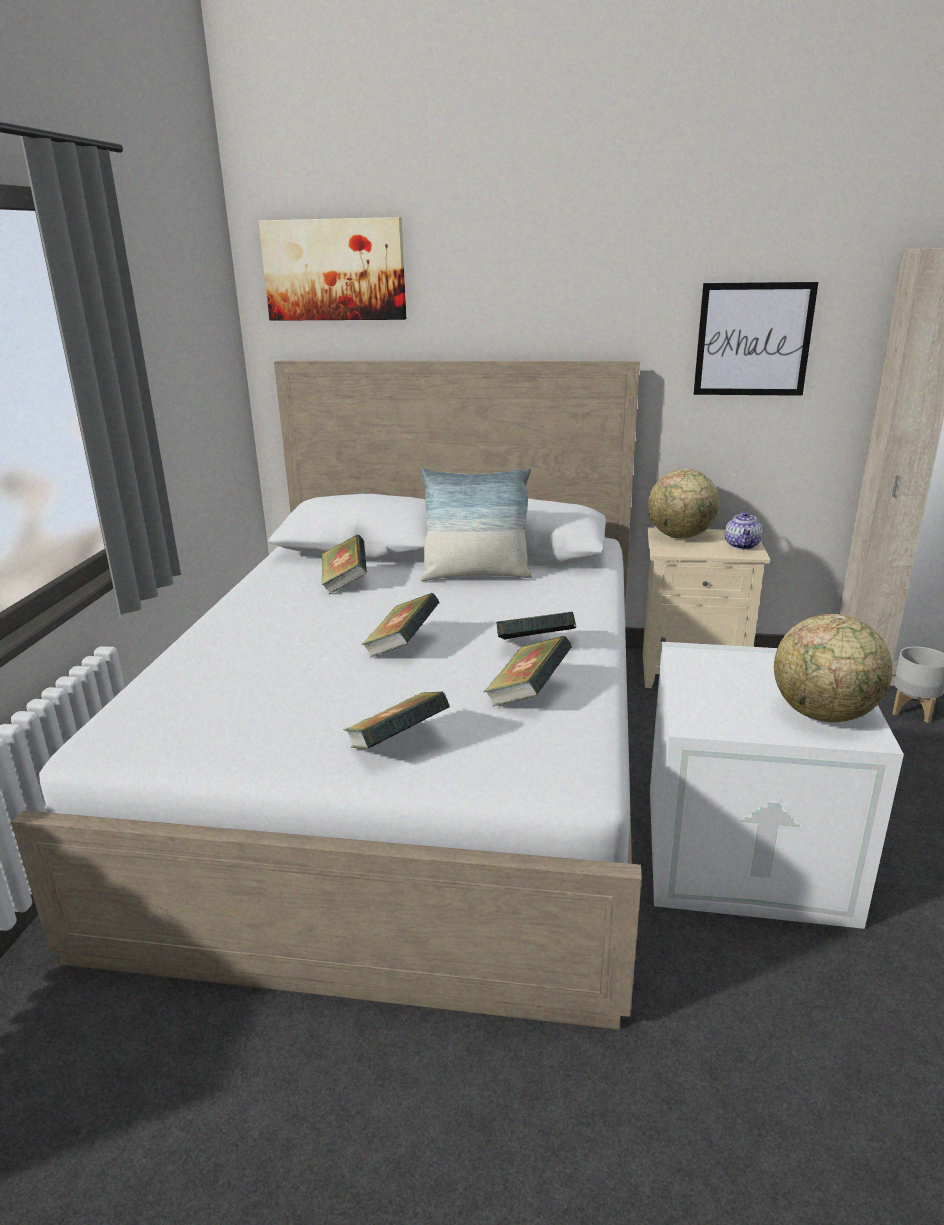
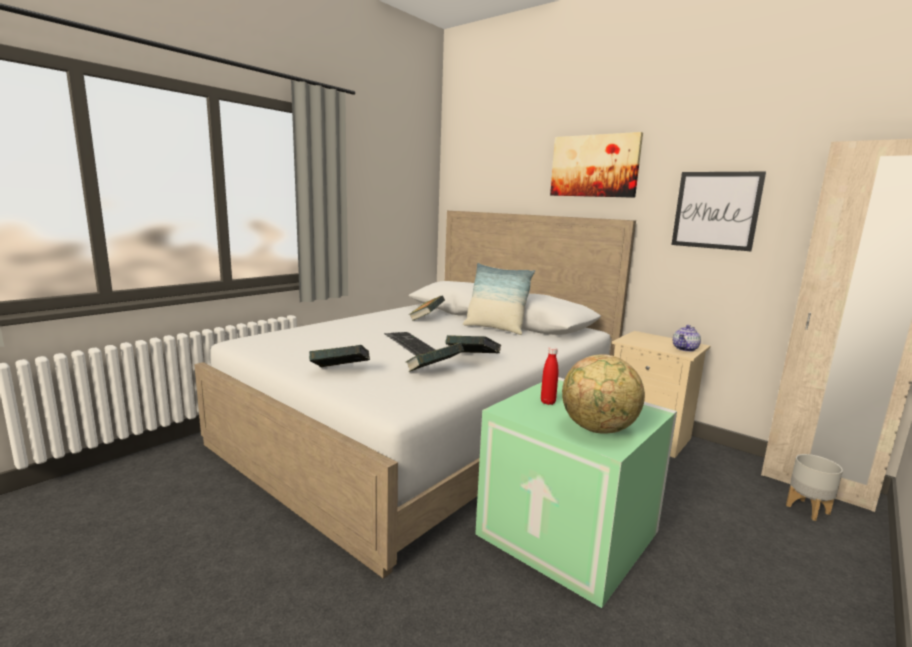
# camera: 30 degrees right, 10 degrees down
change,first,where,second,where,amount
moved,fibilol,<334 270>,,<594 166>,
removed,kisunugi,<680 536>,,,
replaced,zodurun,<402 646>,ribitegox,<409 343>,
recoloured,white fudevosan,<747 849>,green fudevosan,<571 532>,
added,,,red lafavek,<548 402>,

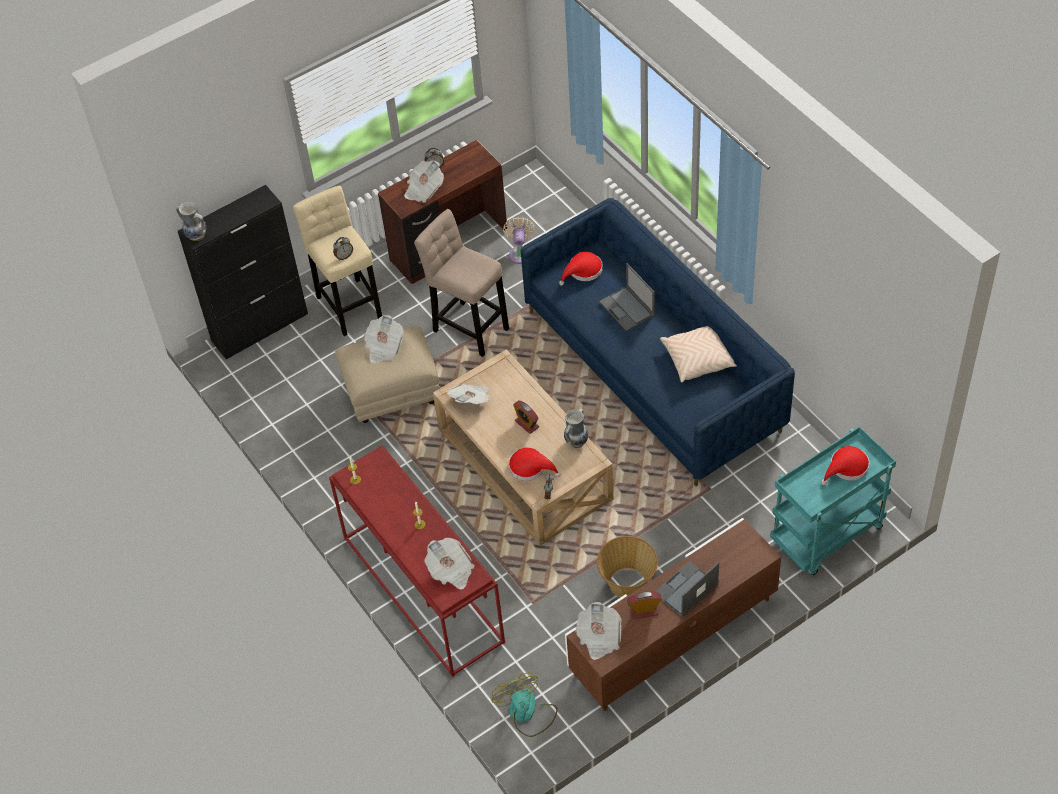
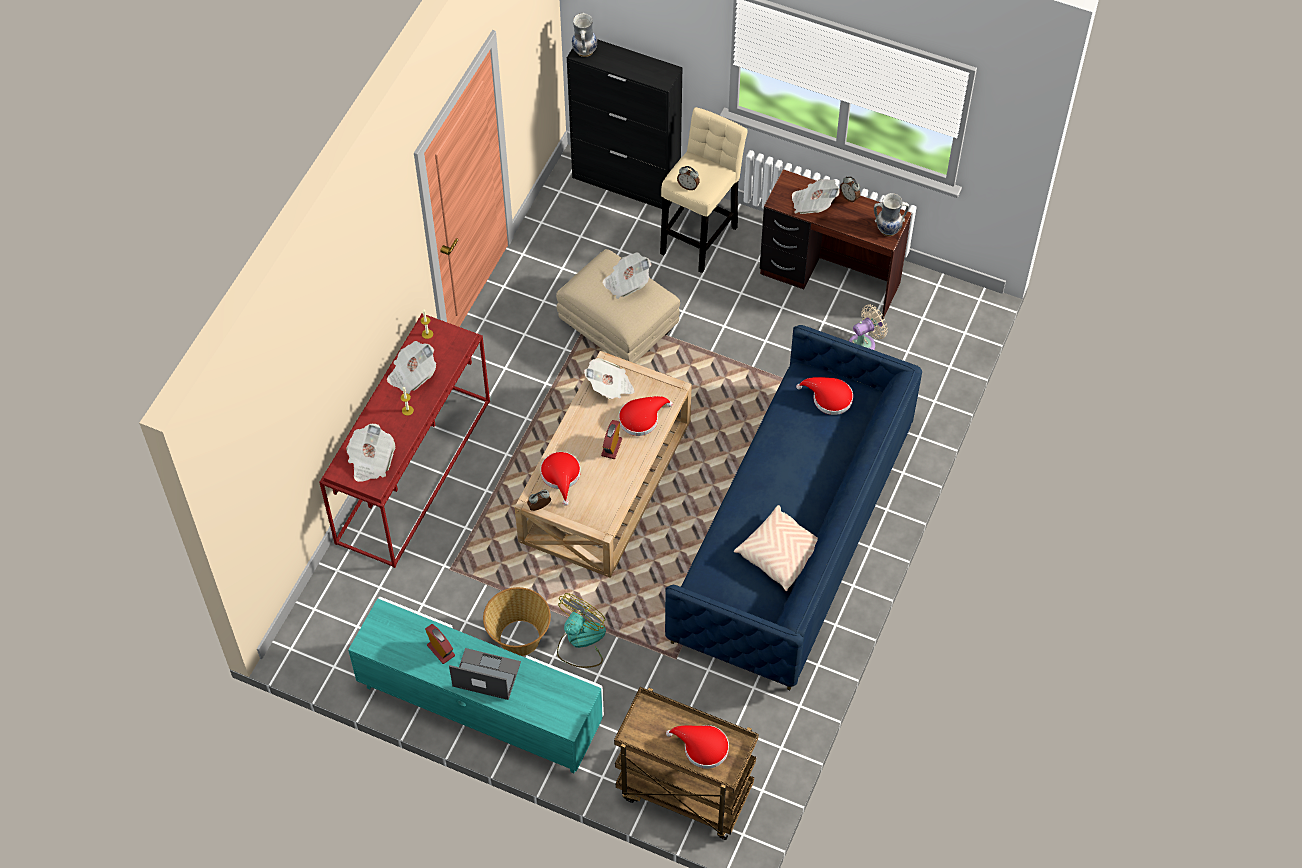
# camera: 55 degrees right, 5 degrees up
change,first,where,second,where,amount
removed,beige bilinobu,<468 327>,,,
removed,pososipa,<627 309>,,,
moved,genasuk,<576 441>,,<888 229>,
recoloured,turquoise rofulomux,<827 536>,brown rofulomux,<683 792>,
recoloured,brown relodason,<672 637>,turquoise relodason,<481 707>,
moved,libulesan,<599 638>,,<412 375>,
moved,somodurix,<527 713>,,<580 641>,
added,,,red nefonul,<641 418>,

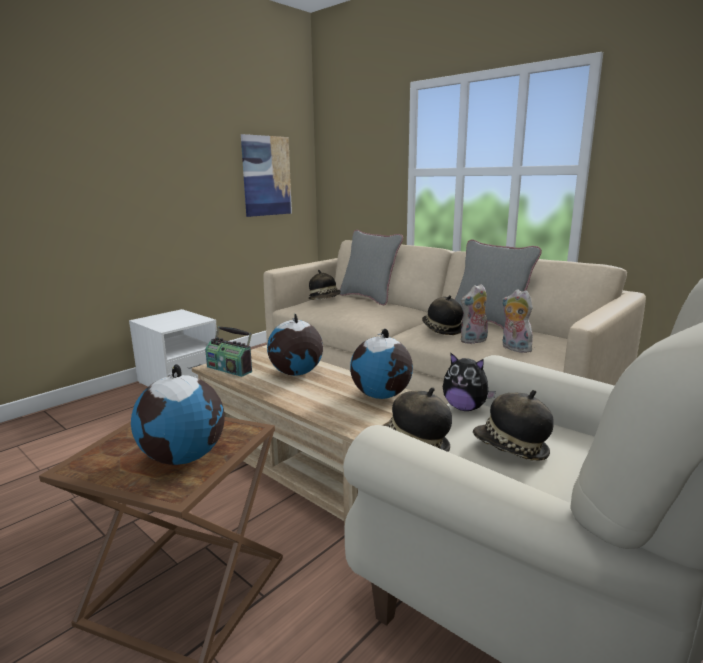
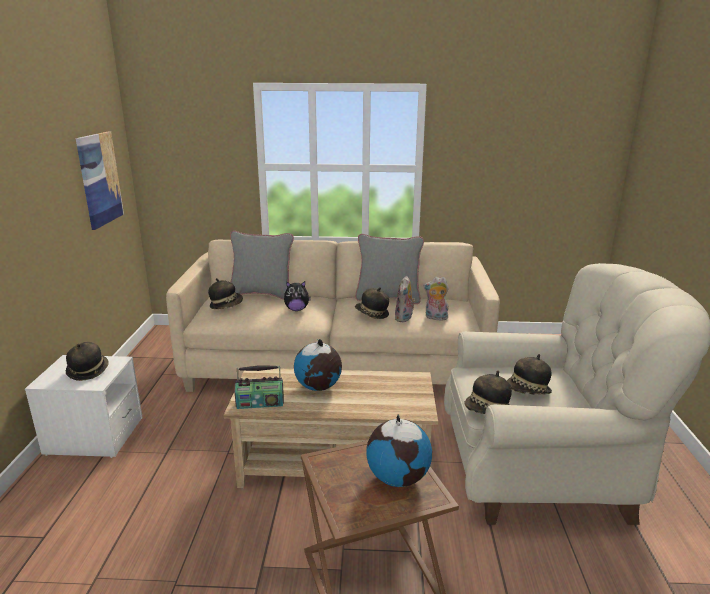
# camera: 40 degrees left, 5 degrees up
change,first,where,second,where,amount
removed,kisunugi,<381 396>,,,
moved,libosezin,<465 408>,,<297 309>,
added,,,nefonul,<88 371>,

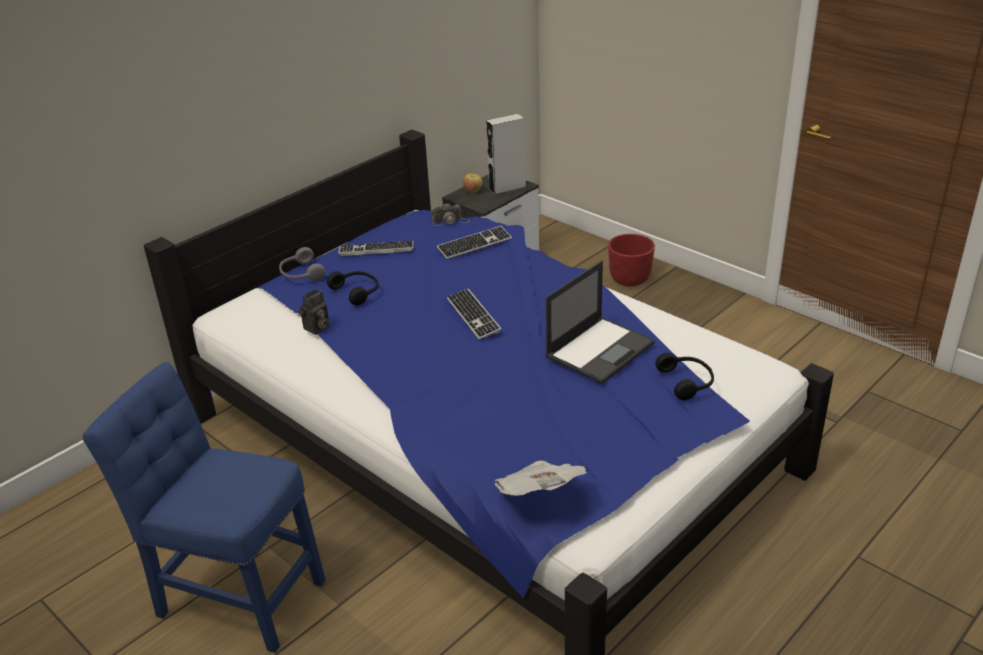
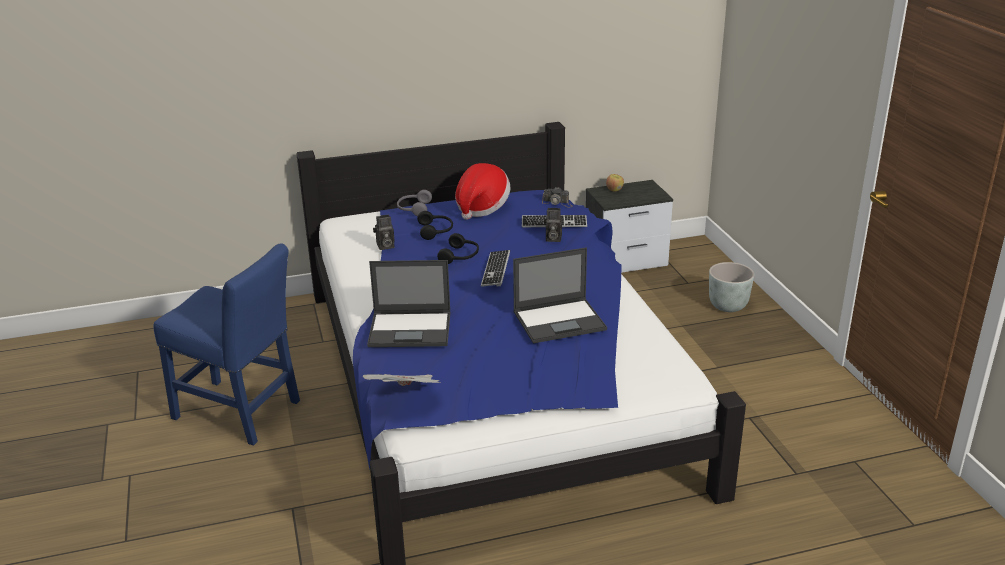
# camera: 30 degrees right, 5 degrees down
change,first,where,second,where,amount
removed,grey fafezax,<507 188>,,,
recoloured,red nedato,<630 280>,grey nedato,<728 306>,
replaced,ribitegox,<376 249>,nefonul,<481 207>,
moved,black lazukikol,<687 382>,,<460 256>,
turned,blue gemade,<235 594>,,<241 412>,150 degrees clockwise
added,,,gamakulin,<552 239>,
added,,,pososipa,<411 329>,

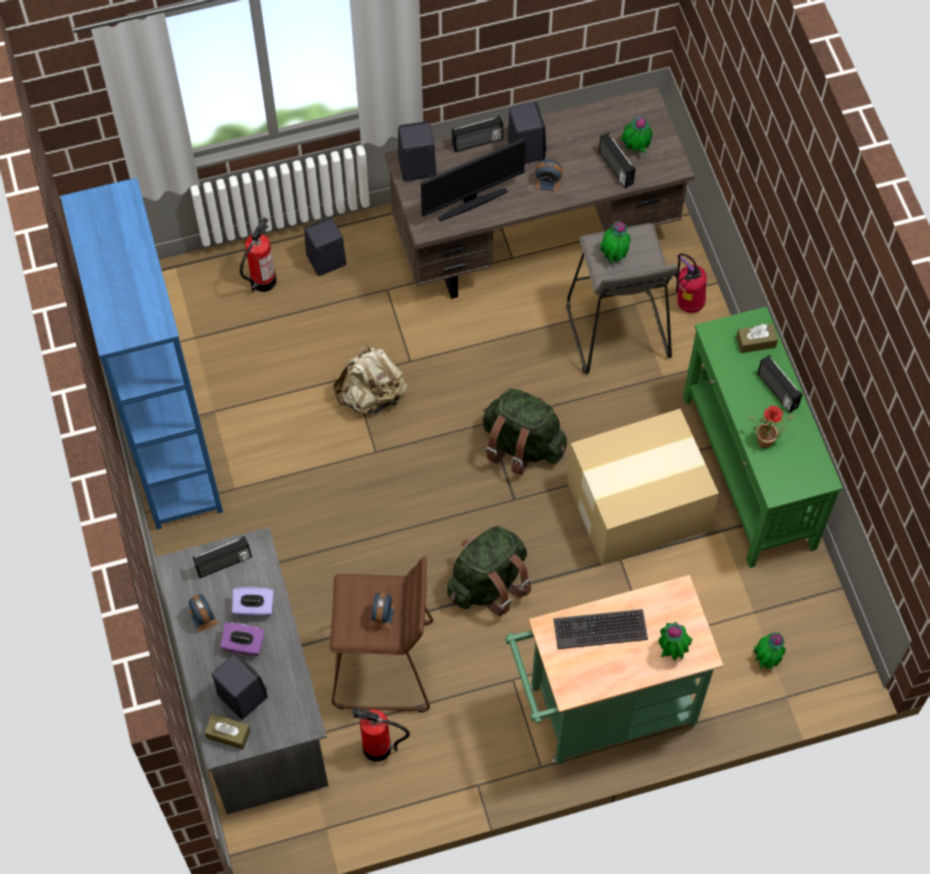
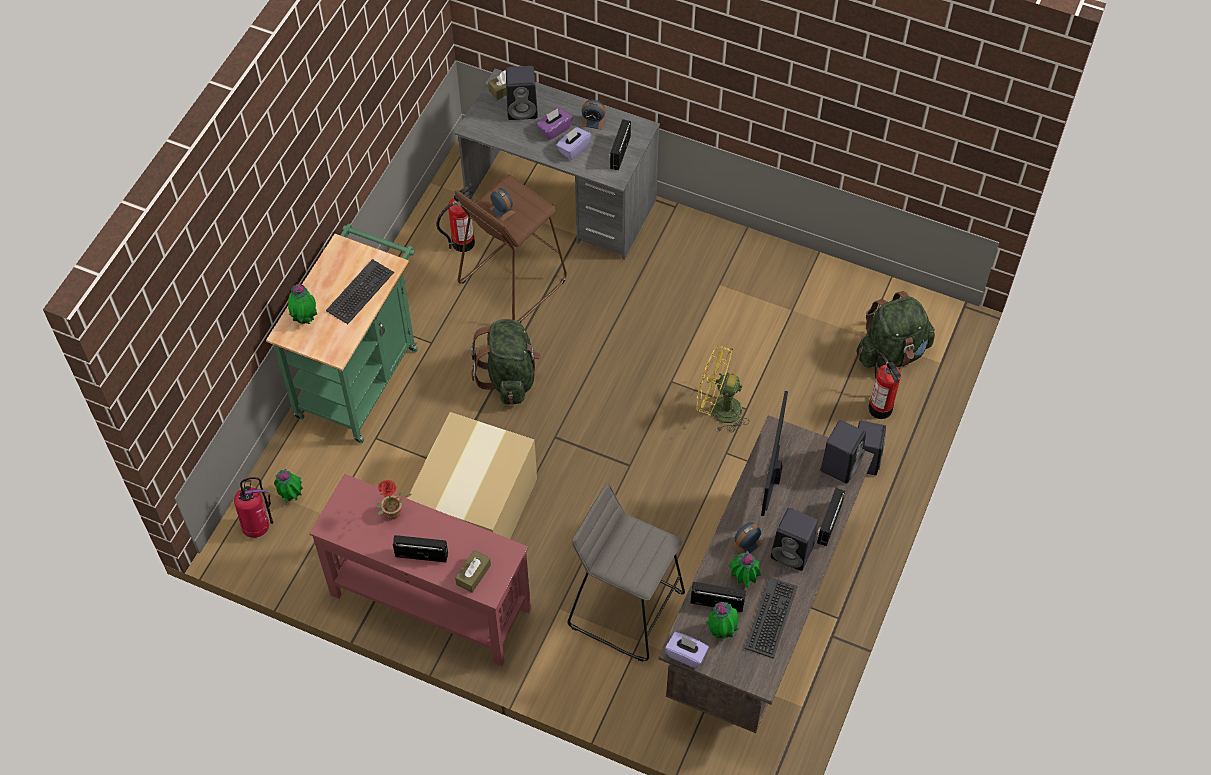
# camera: 130 degrees right, 5 degrees down
change,first,where,second,where,amount
removed,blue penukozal,<171 449>,,,
moved,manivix,<614 257>,,<743 579>,
moved,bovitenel,<687 304>,,<258 526>,
recoloured,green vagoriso,<748 472>,red vagoriso,<429 601>,
replaced,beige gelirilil,<372 396>,yellow somodurix,<718 409>,
moved,green gelirilil,<522 445>,,<892 352>,
added,,,ribitegox,<772 617>,
added,,,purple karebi,<686 654>,

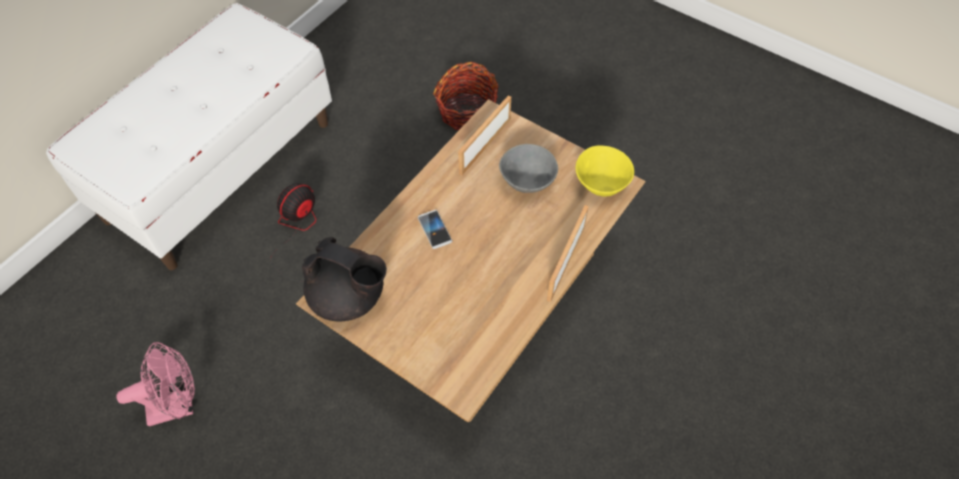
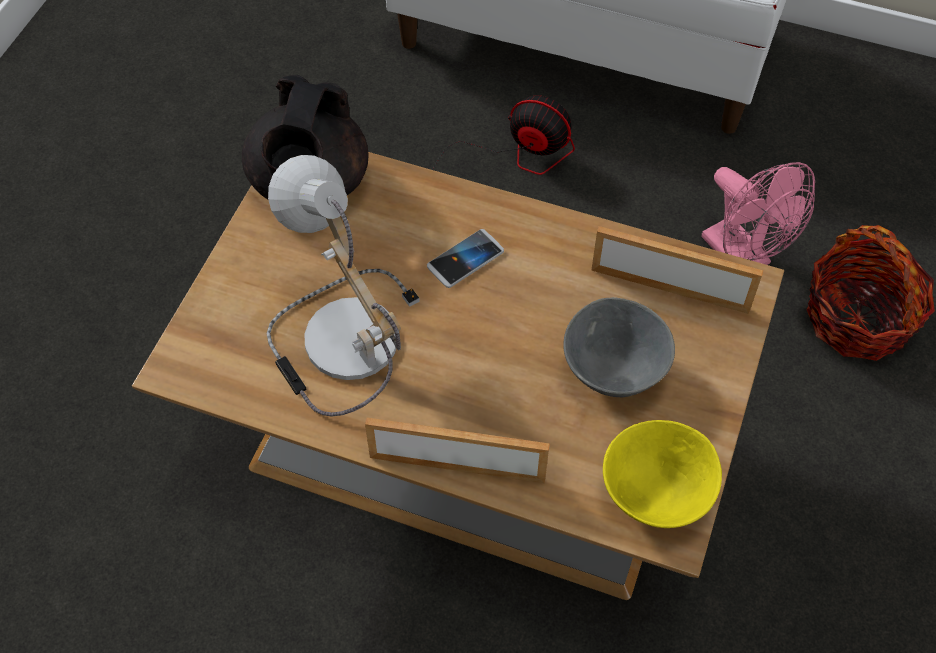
# camera: 75 degrees right, 0 degrees up
change,first,where,second,where,amount
moved,pink somodurix,<178 405>,,<743 258>,
added,,,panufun,<339 339>,

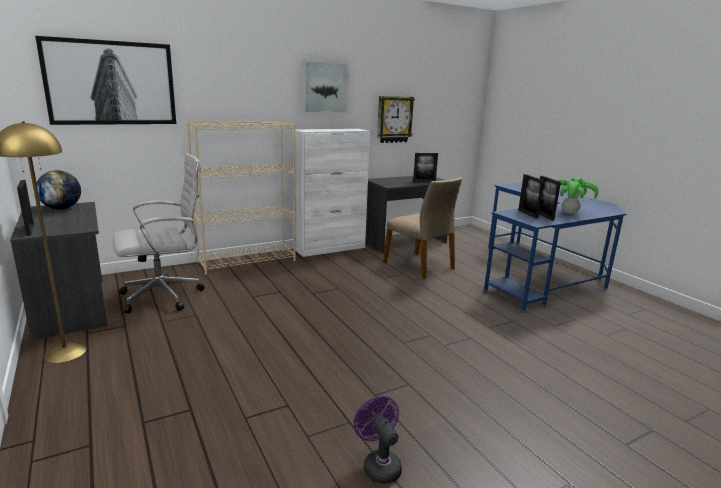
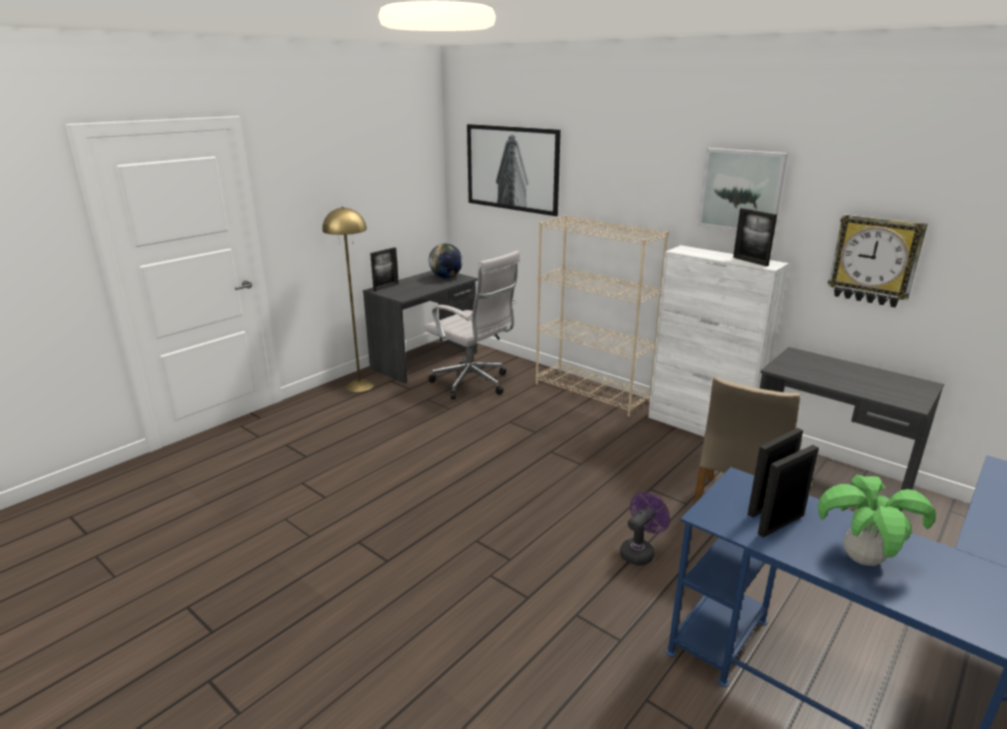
# camera: 70 degrees right, 5 degrees up
change,first,where,second,where,amount
moved,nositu,<424 182>,,<750 261>,
moved,purple somodurix,<379 465>,,<639 551>,

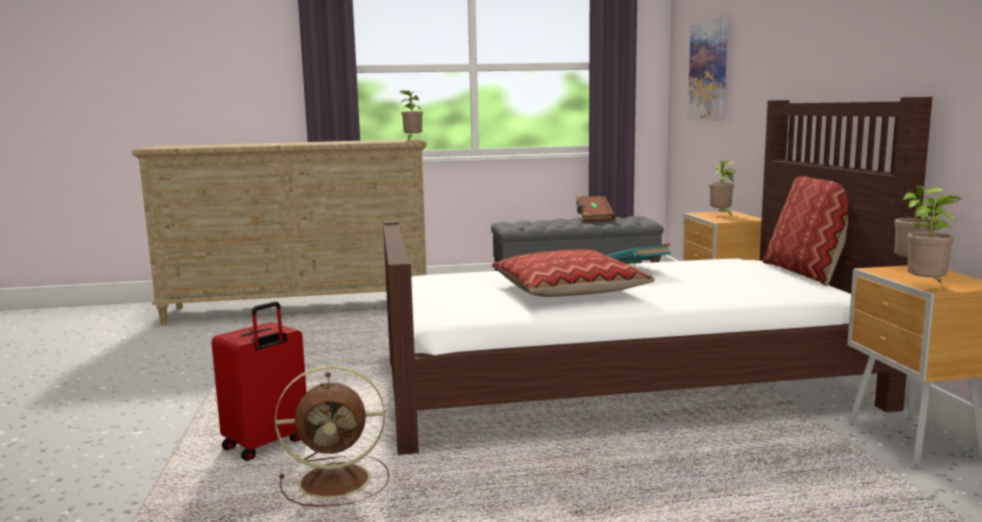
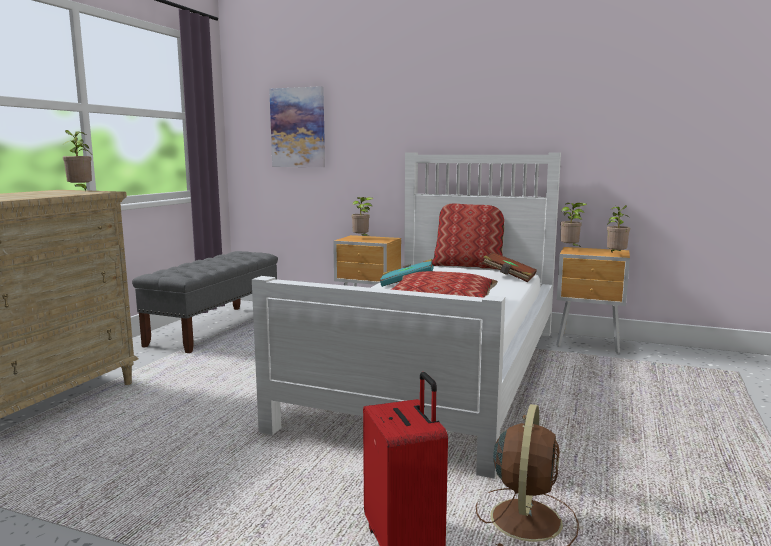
# camera: 60 degrees left, 0 degrees up
change,first,where,second,where,amount
recoloured,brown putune,<621 383>,white putune,<437 372>,
moved,brown zodurun,<593 218>,,<508 277>,

